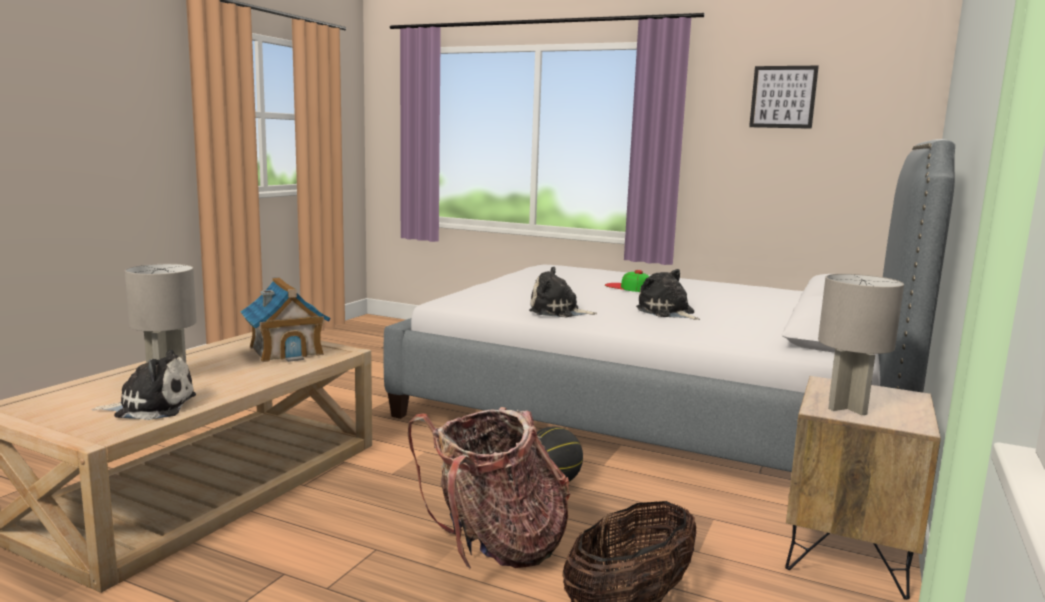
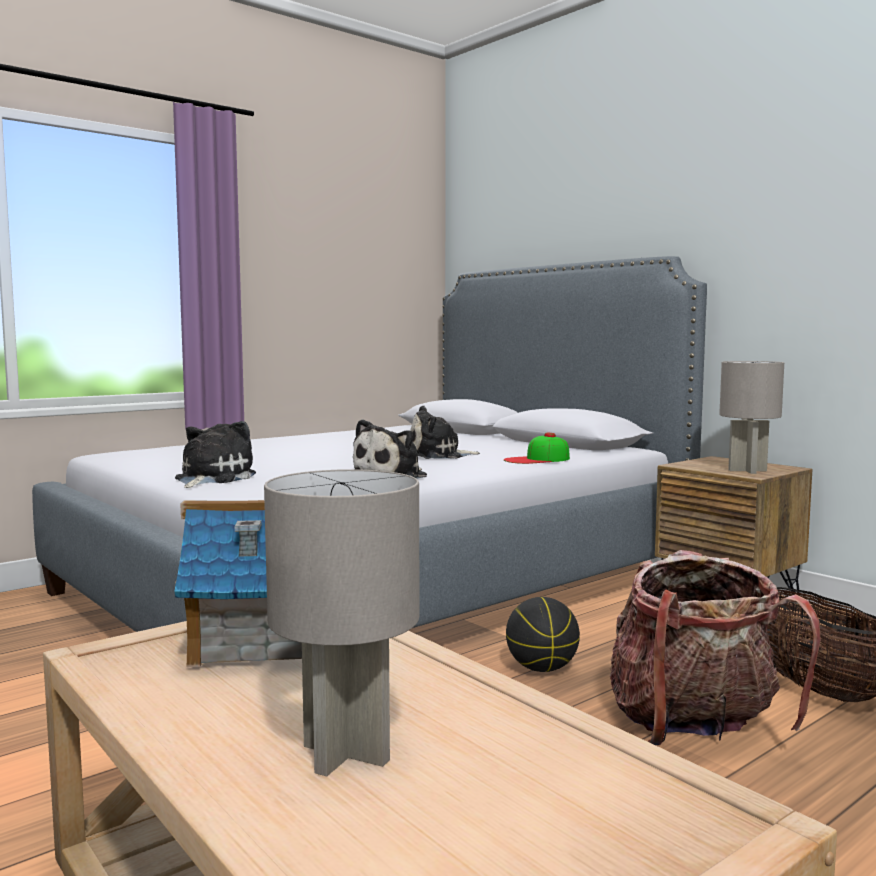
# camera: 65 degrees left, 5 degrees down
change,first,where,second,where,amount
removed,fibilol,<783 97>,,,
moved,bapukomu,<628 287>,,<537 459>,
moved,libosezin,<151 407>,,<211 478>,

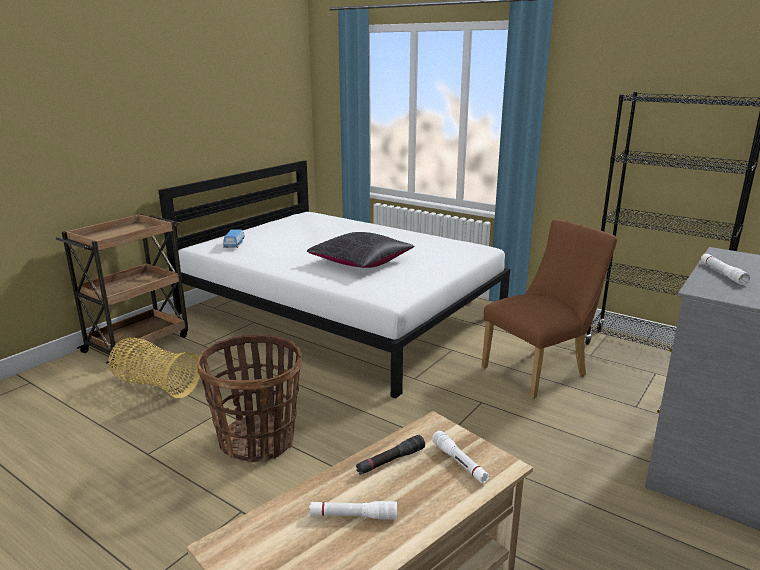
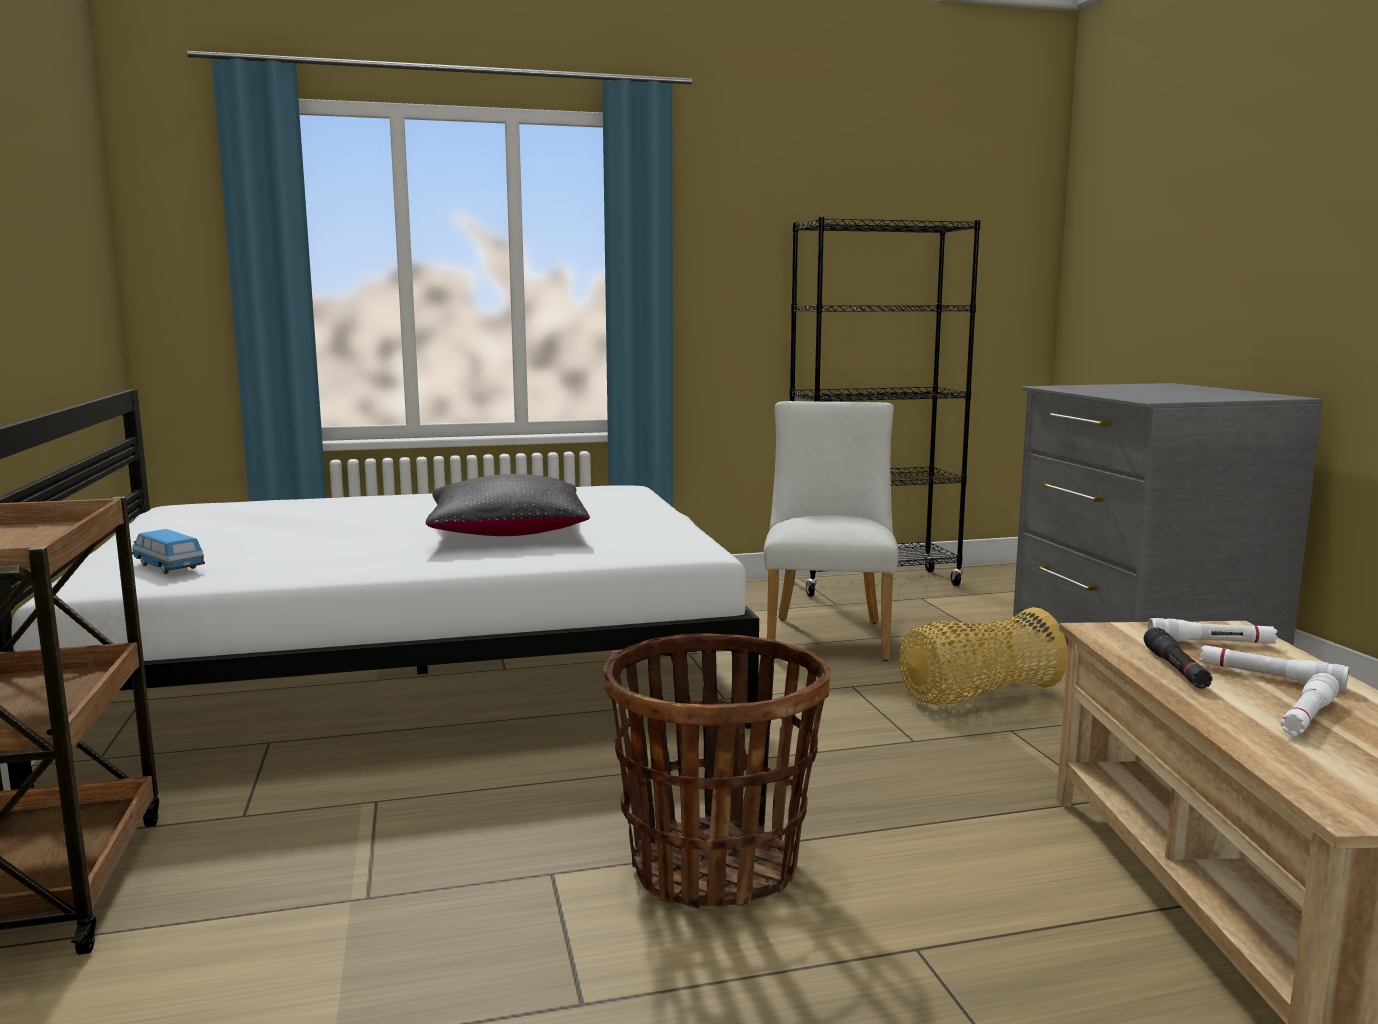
# camera: 50 degrees left, 10 degrees down
change,first,where,second,where,amount
recoloured,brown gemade,<540 370>,white gemade,<828 634>,
moved,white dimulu,<722 273>,,<1270 678>,
moved,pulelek,<155 385>,,<976 695>,

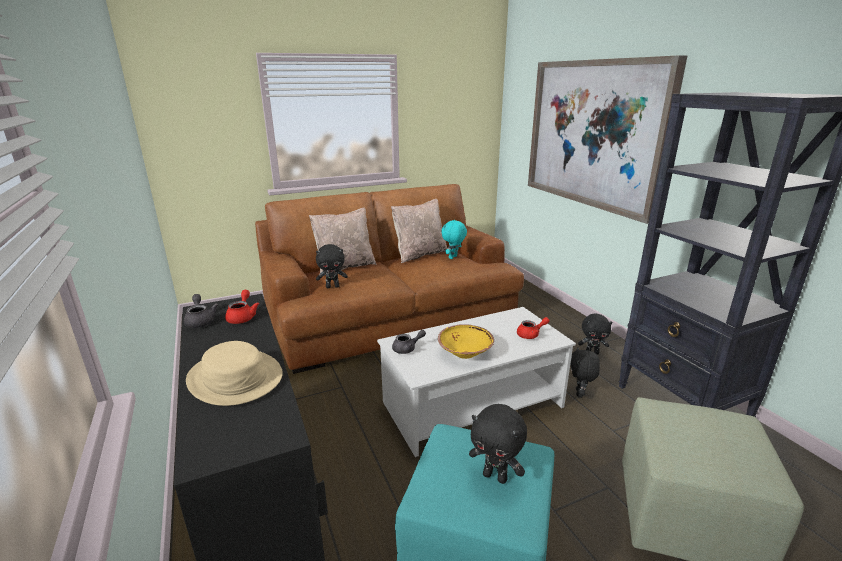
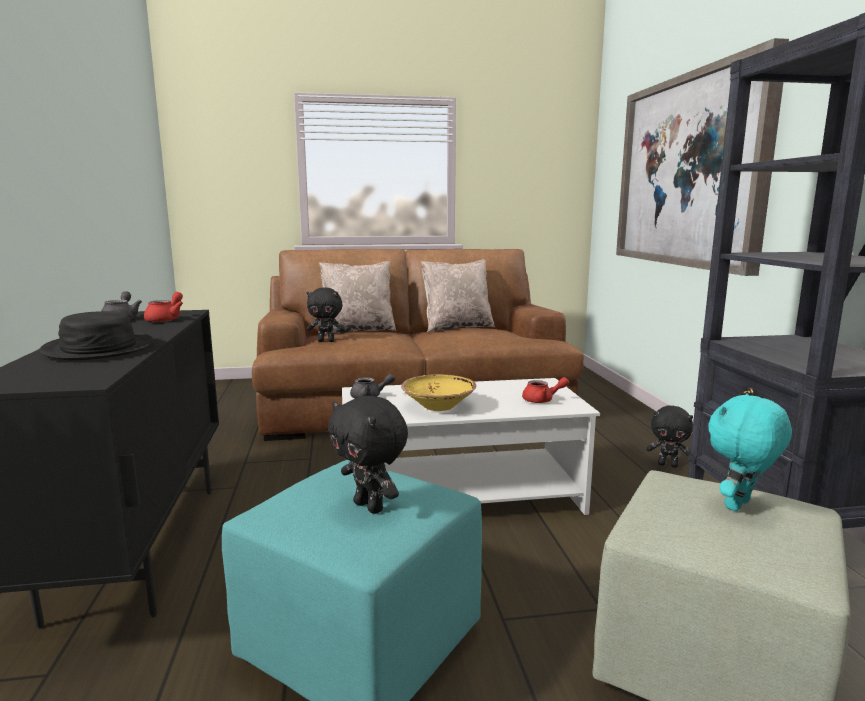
# camera: 15 degrees right, 10 degrees down
change,first,where,second,where,amount
moved,turquoise libosezin,<453 257>,,<739 506>,
recoloured,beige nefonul,<235 378>,black nefonul,<98 348>,
removed,black libosezin,<580 393>,,,

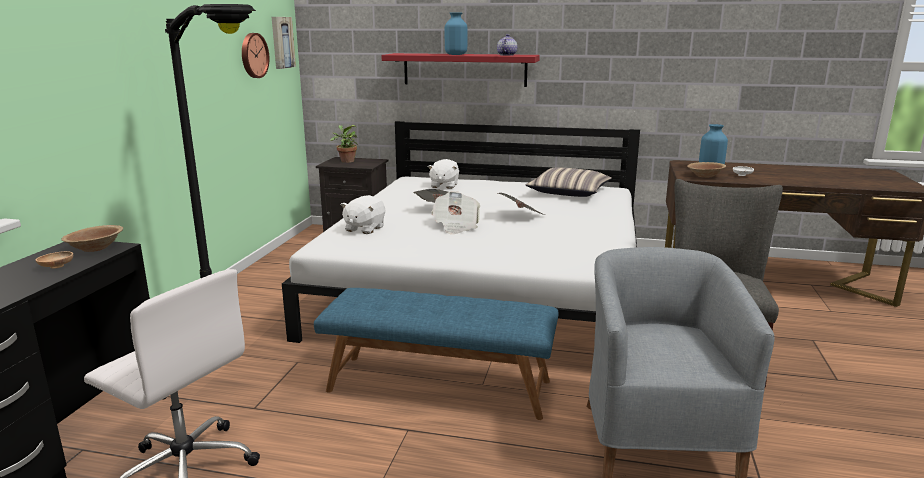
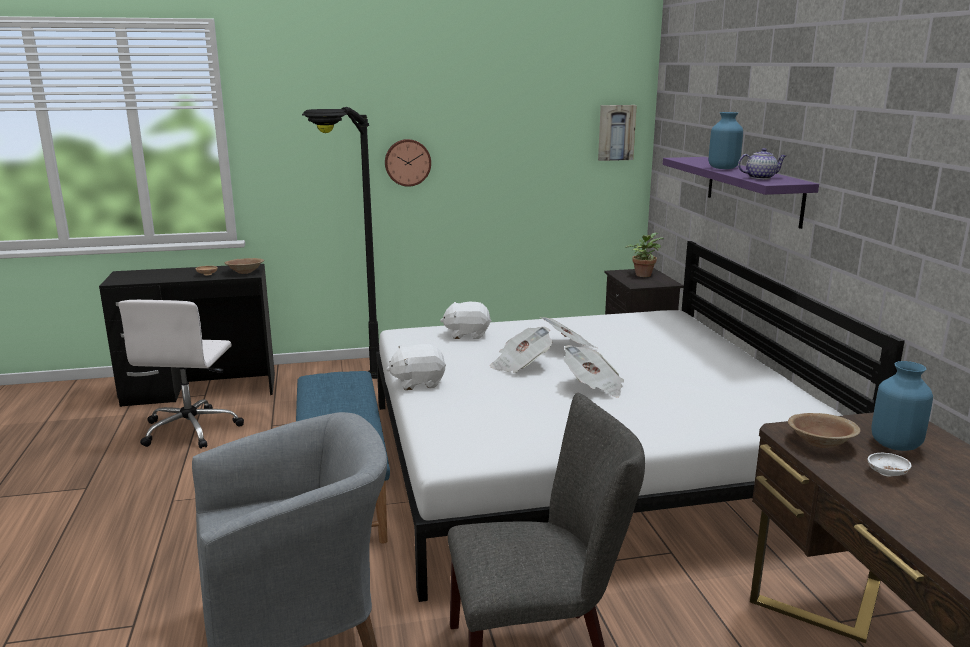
# camera: 65 degrees right, 0 degrees up
change,first,where,second,where,amount
moved,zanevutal,<253 55>,,<407 162>,
recoloured,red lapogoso,<464 69>,purple lapogoso,<753 190>,
moved,white libosezin,<444 185>,,<418 382>,
removed,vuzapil,<569 192>,,,

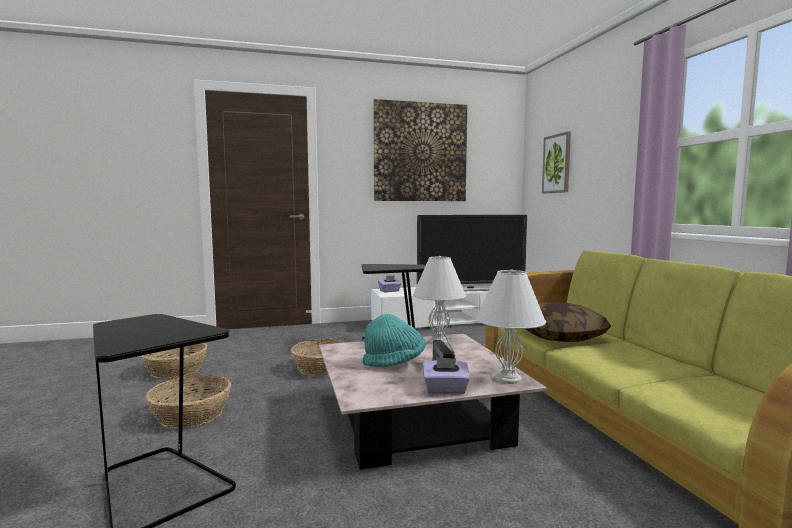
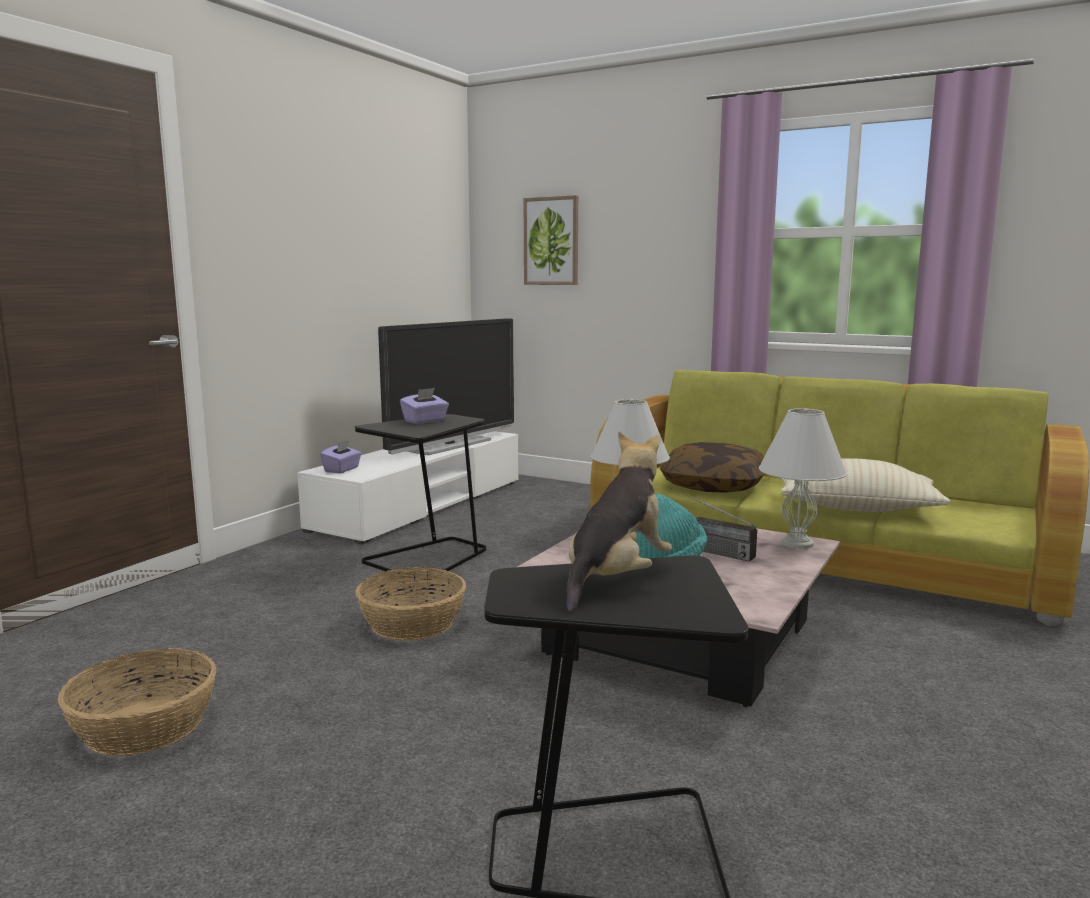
# camera: 45 degrees left, 5 degrees up
change,first,where,second,where,amount
removed,fibilol,<420 152>,,,
moved,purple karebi,<445 390>,,<425 421>,
removed,pulelek,<191 415>,,,
added,,,libosezin,<616 579>,
added,,,beige vuzapil,<856 509>,

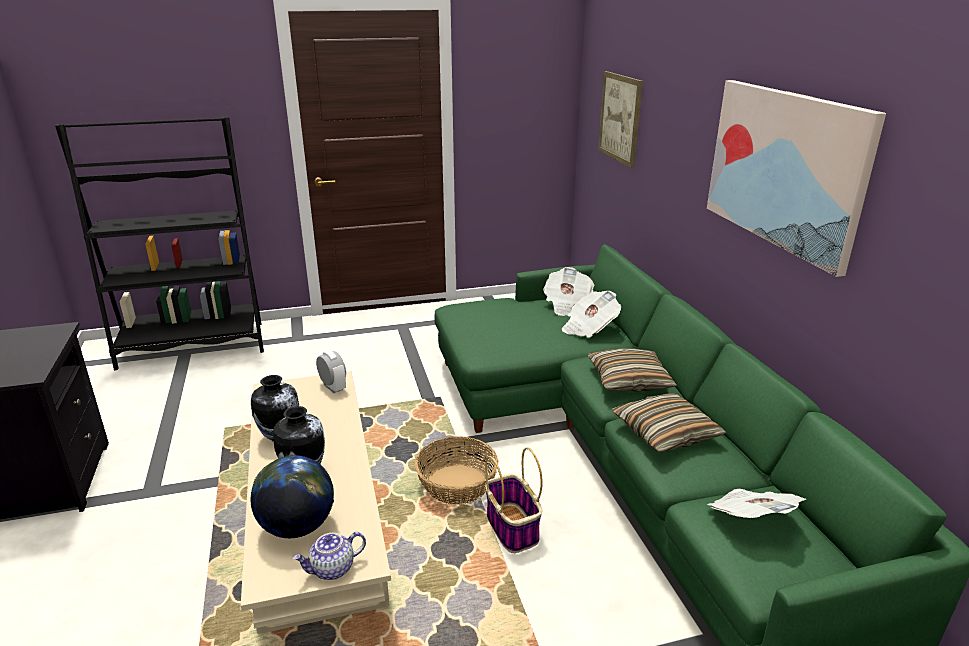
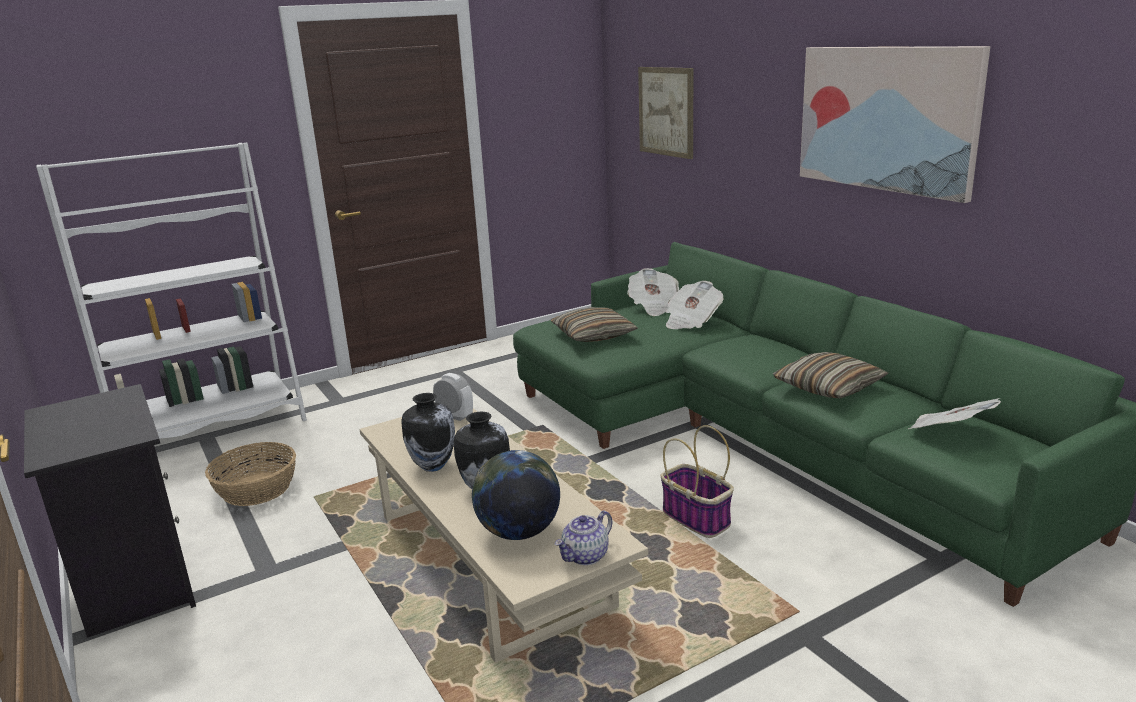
# camera: 15 degrees left, 5 degrees down
change,first,where,second,where,amount
recoloured,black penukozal,<193 345>,white penukozal,<210 429>,
moved,vuzapil,<629 380>,,<593 335>,
moved,pulelek,<456 484>,,<256 489>,

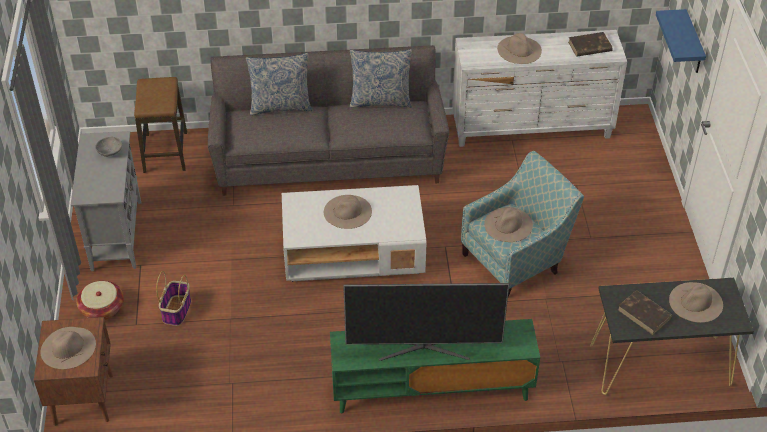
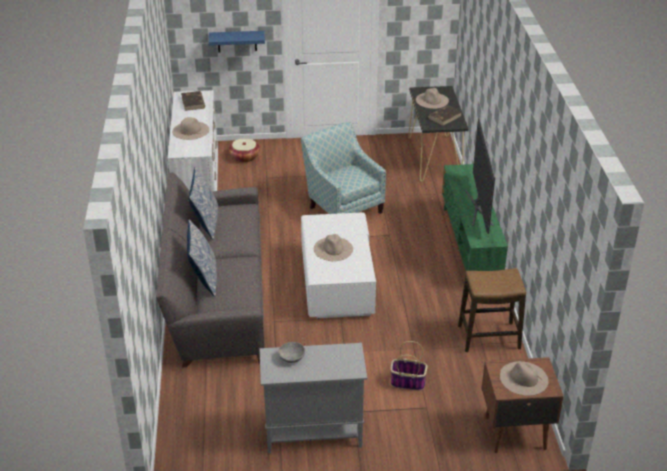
# camera: 90 degrees left, 10 degrees down
change,first,where,second,where,amount
moved,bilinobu,<165 152>,,<489 337>,
removed,beige nefonul,<508 225>,,,
moved,pulelek,<102 308>,,<244 157>,

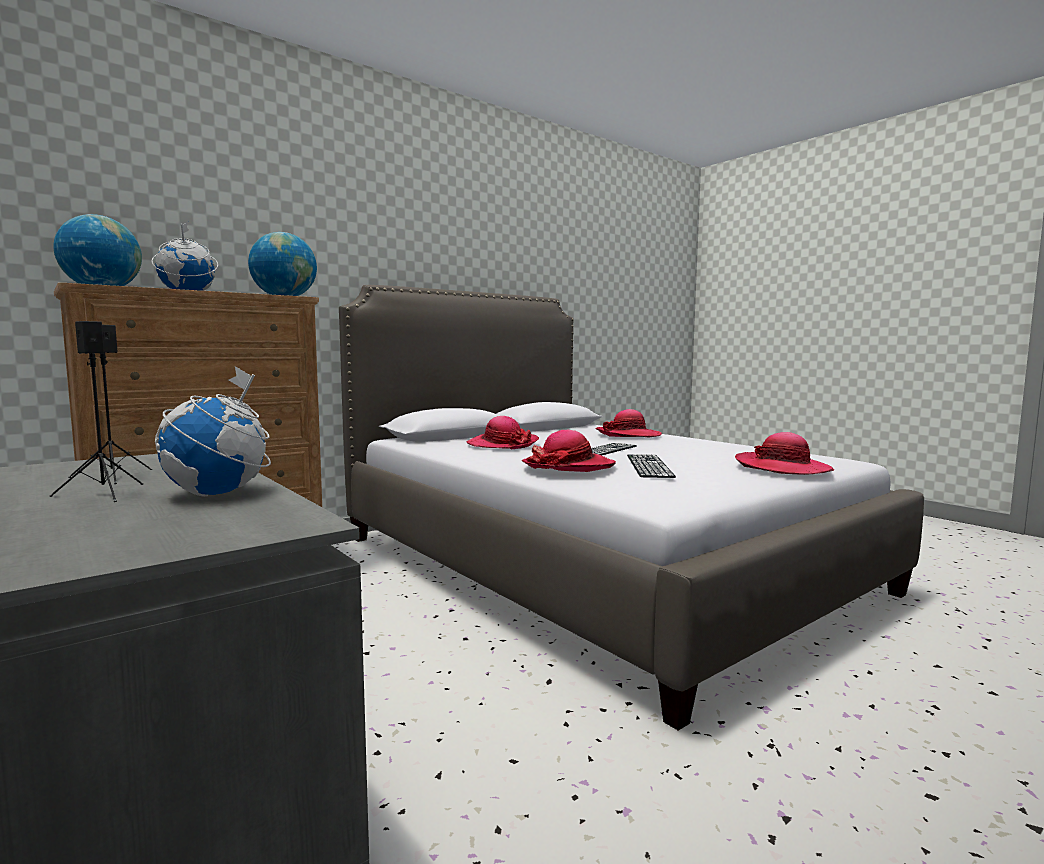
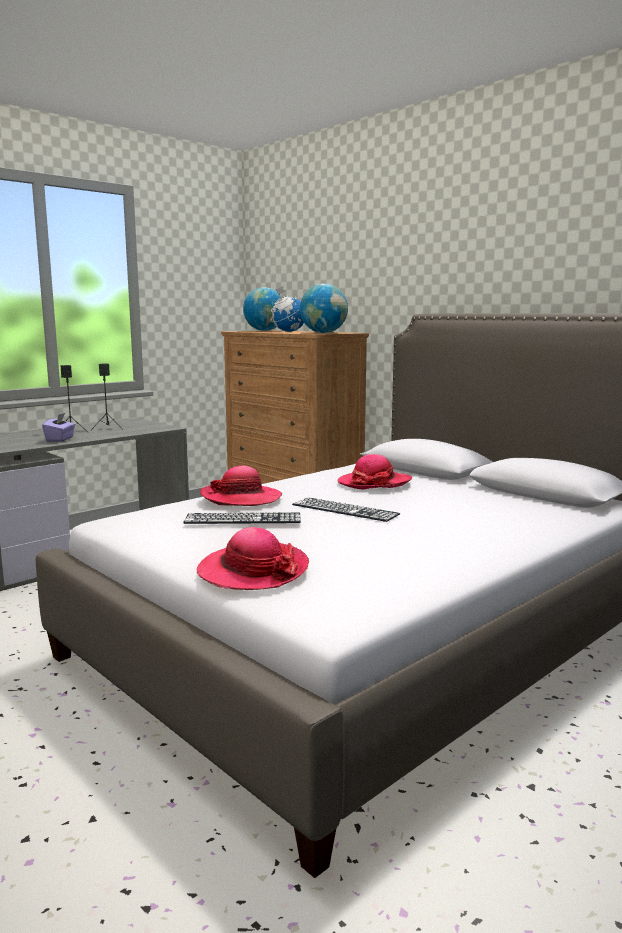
# camera: 85 degrees right, 5 degrees up
change,first,where,second,where,amount
replaced,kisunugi,<218 493>,purple karebi,<60 439>,
removed,nefonul,<628 435>,,,

